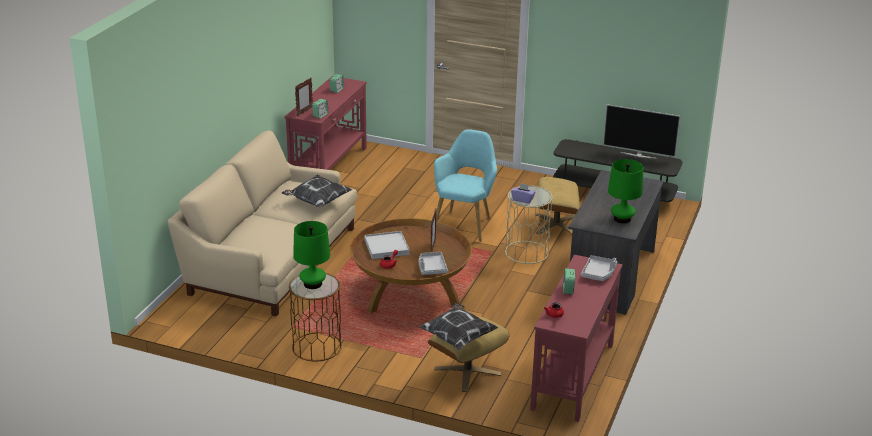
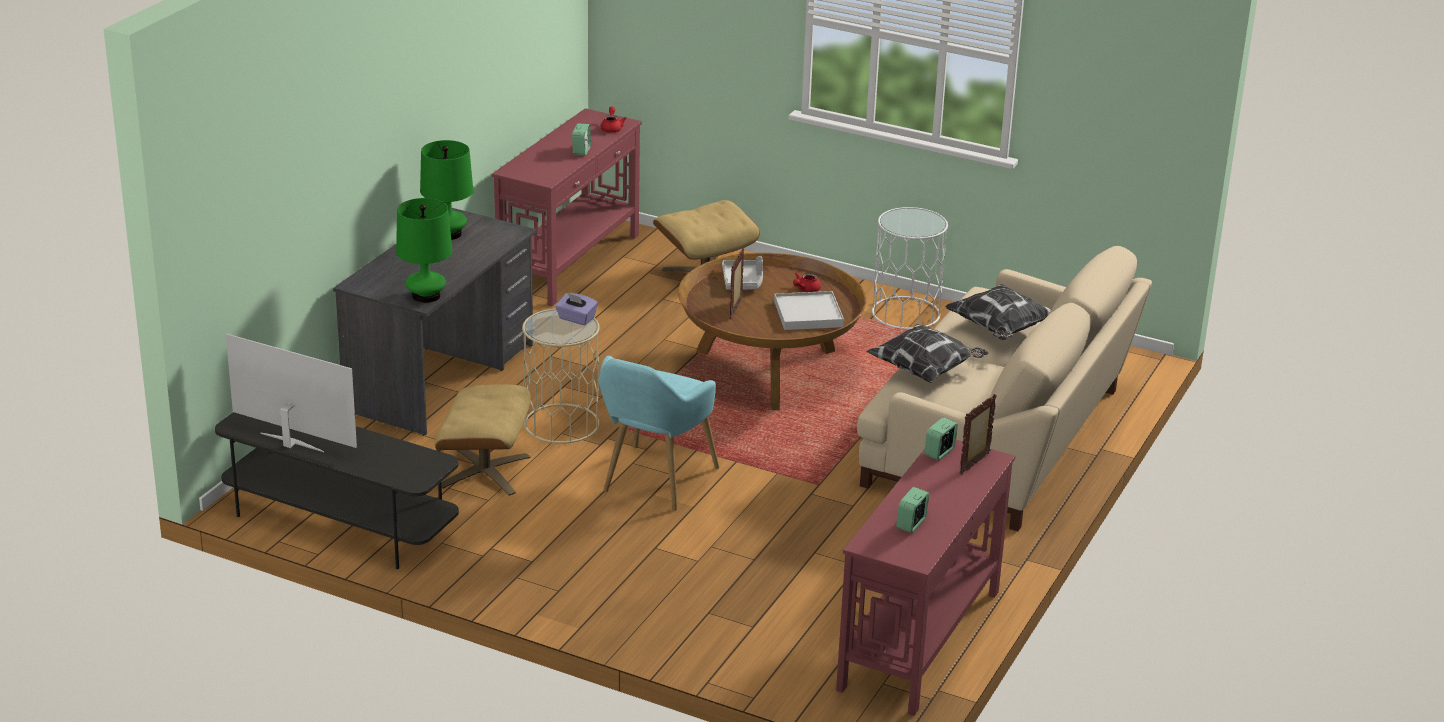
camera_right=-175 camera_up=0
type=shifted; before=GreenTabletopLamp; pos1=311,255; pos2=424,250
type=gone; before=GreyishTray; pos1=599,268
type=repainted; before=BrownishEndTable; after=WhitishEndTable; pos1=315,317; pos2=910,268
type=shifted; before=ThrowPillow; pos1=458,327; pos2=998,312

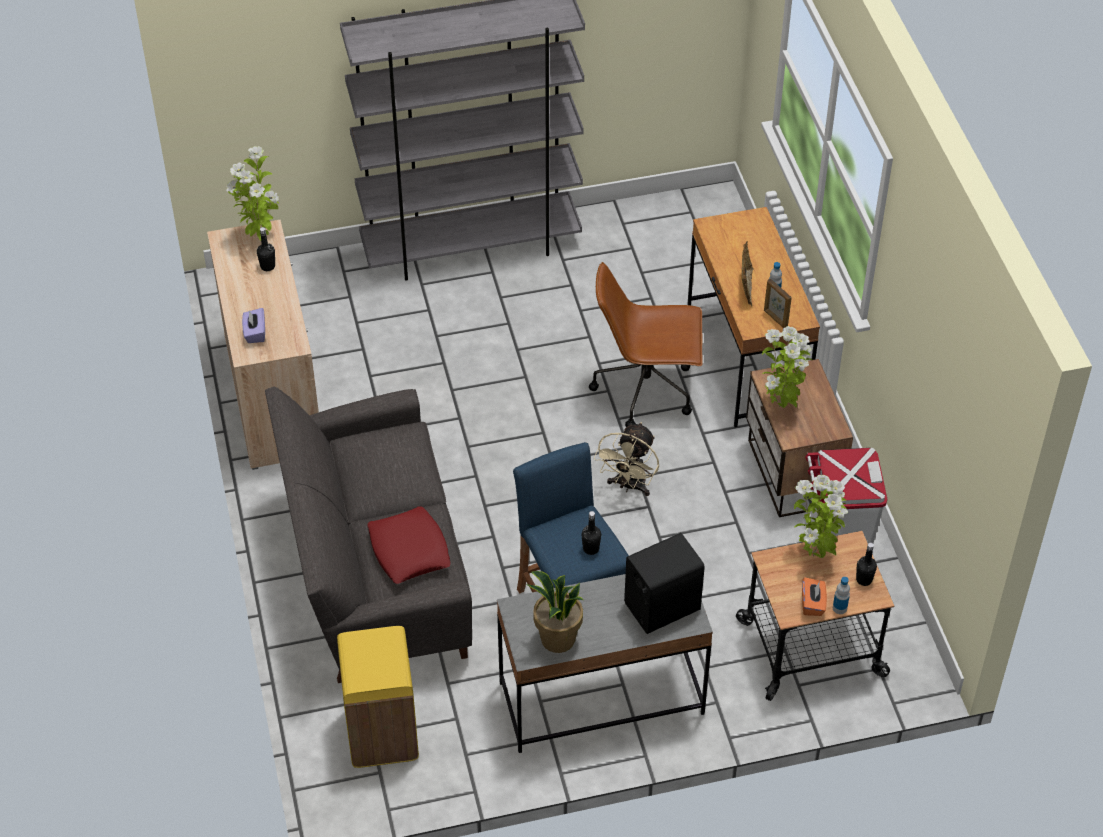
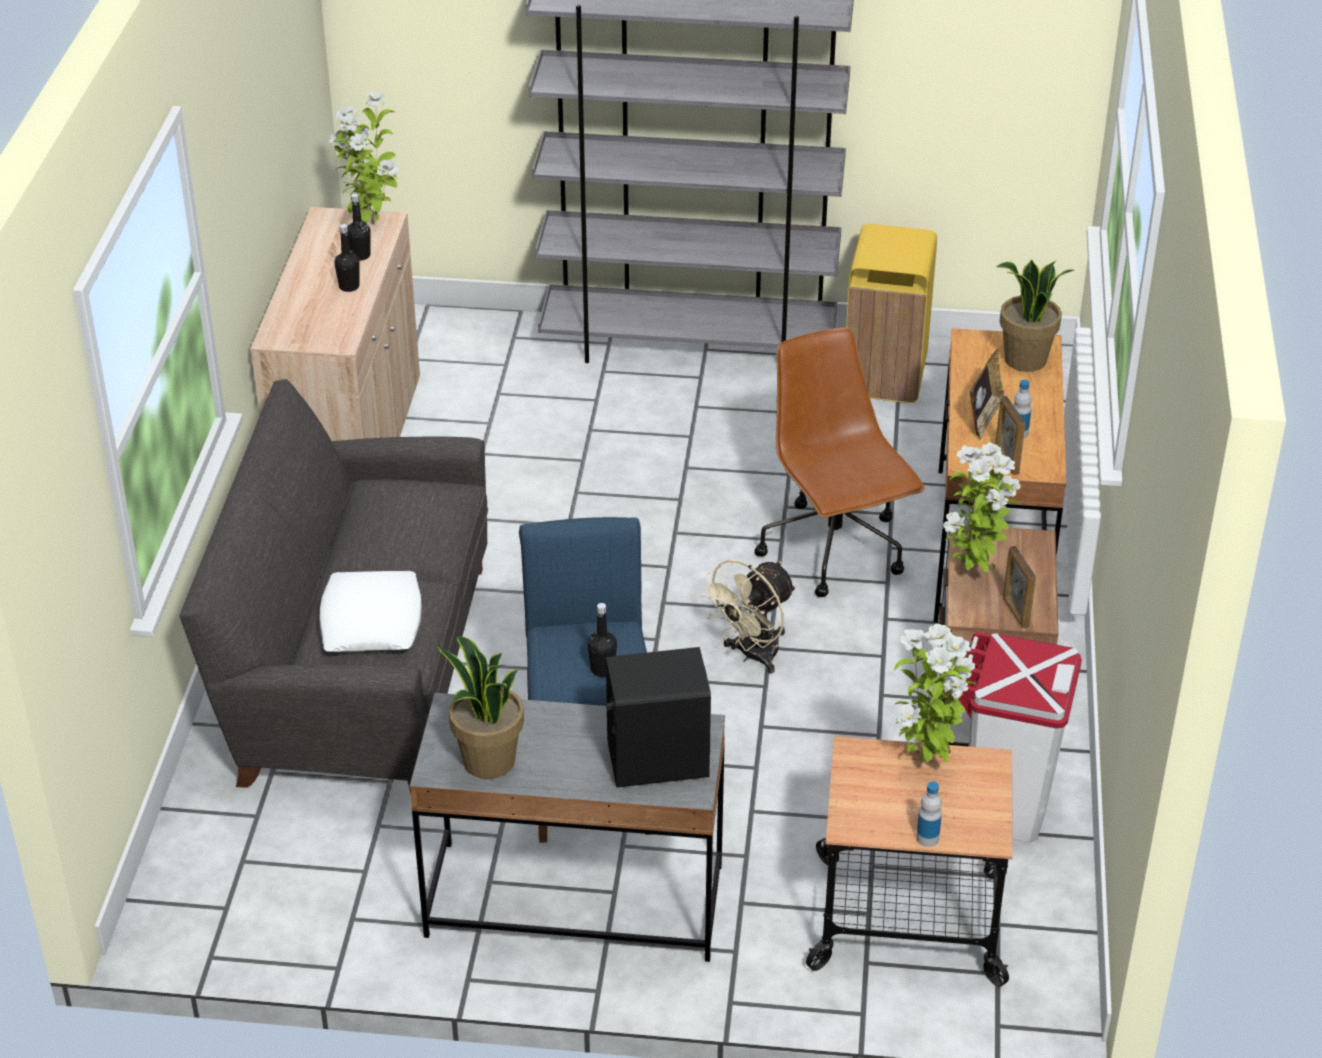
camera_right=20 camera_up=-10
type=rotated; before=BrownishOfficeChair; pos1=646,344; pos2=839,462; turn=45
type=gone; before=PurpleTissueHolder; pos1=253,325
type=repainted; before=RedColouredThrowPillow; after=WhitishThrowPillow; pos1=409,545; pos2=370,611
type=shifted; before=BlackBeverageBottle; pos1=866,564; pos2=346,258
type=gone; before=OrangeyTissueHolder; pos1=814,596
type=shifted; before=YellowColouredTrashCan; pos1=378,697; pos2=891,313
type=new; after=Houseplant; pos2=1035,316
type=new; after=PictureFrame; pos2=1019,587

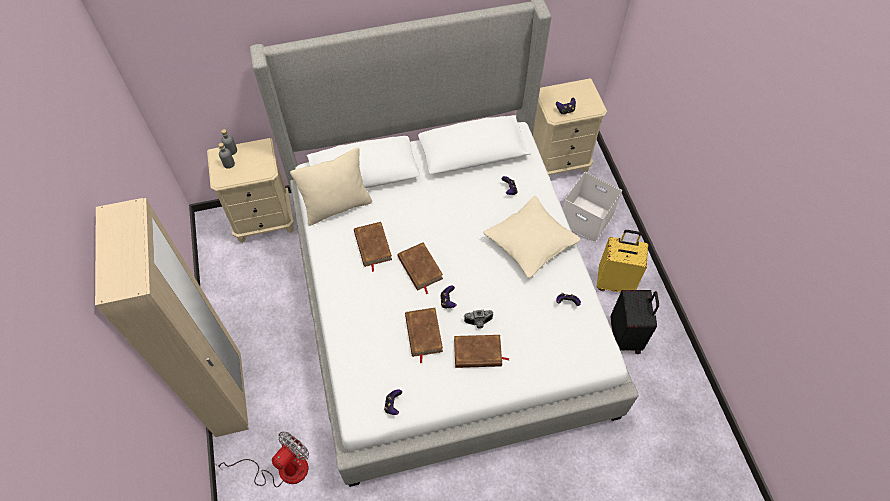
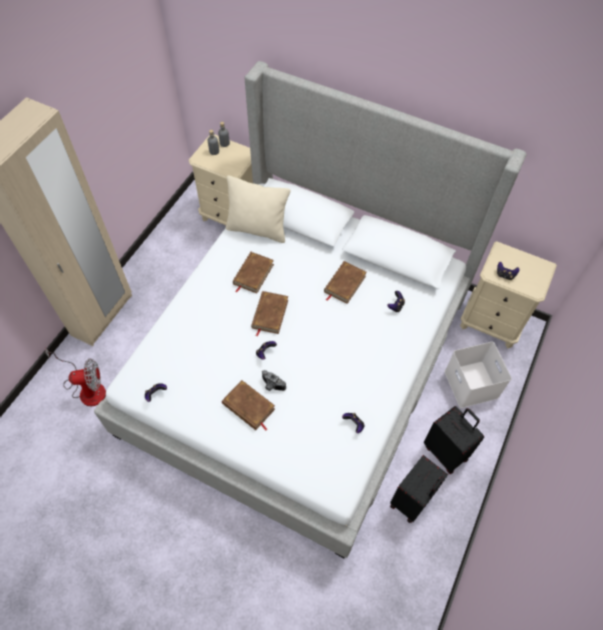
camera_right=40 camera_up=0
type=gone; before=BeigeColouredThrowPillow; pos1=532,237
type=repainted; before=YellowColouredTravelCase; after=BlackTravelCase; pos1=622,261; pos2=454,440
type=shifted; before=BrownishBook; pos1=424,335; pos2=345,282

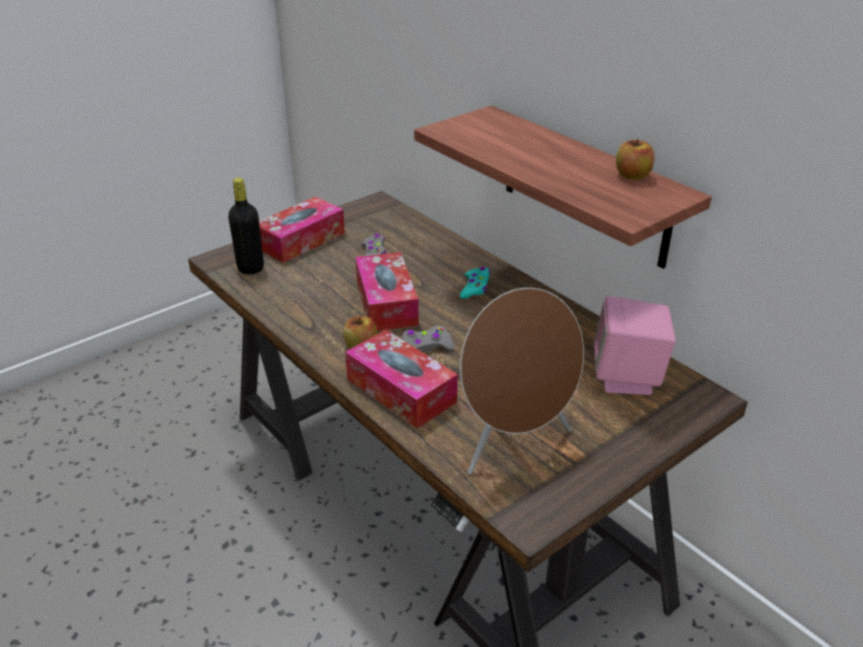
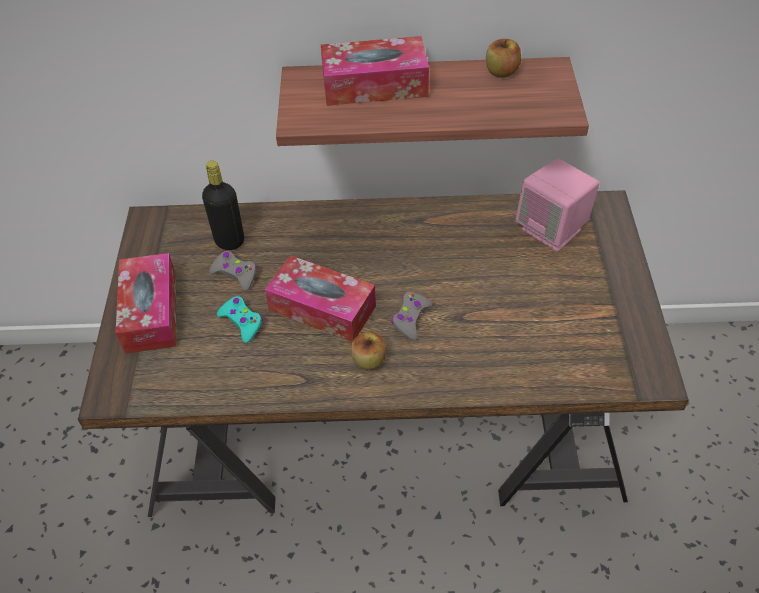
camera_right=-50 camera_up=15
type=shifted; before=BlackBeverageBottle; pos1=246,226; pos2=223,205
type=shifted; before=BlueGreenGamepad; pos1=475,283; pos2=240,319
type=gone; before=BrownishAudioSpeaker; pos1=522,381
type=shifted; before=TissueHolder; pos1=401,379; pos2=375,71

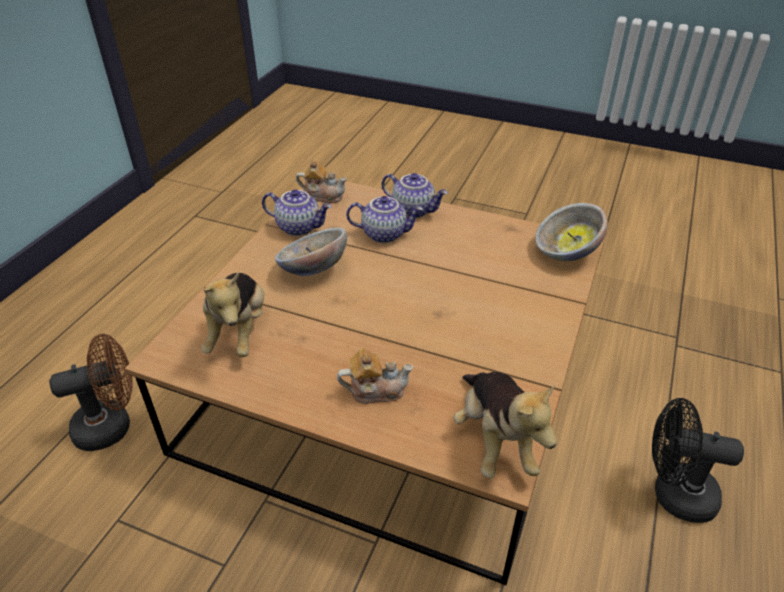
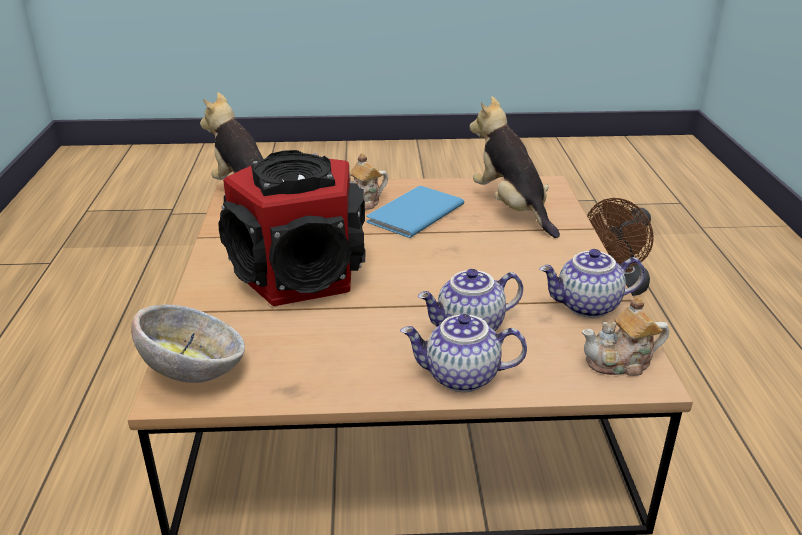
camera_right=155 camera_up=-10
type=gone; before=ServingBowl; pos1=311,251
type=gone; before=BlackCoolingFan; pos1=698,460
type=new; after=AudioSpeaker; pos2=291,228
type=new; after=BlueBook; pos2=415,212

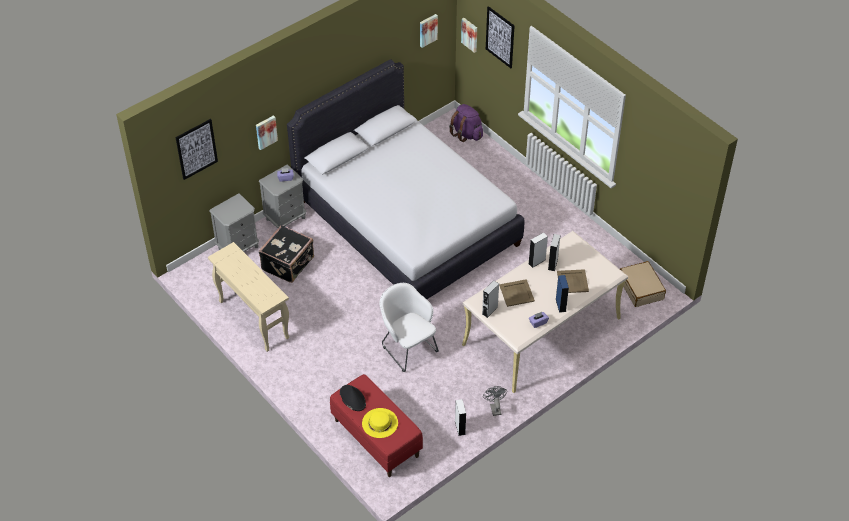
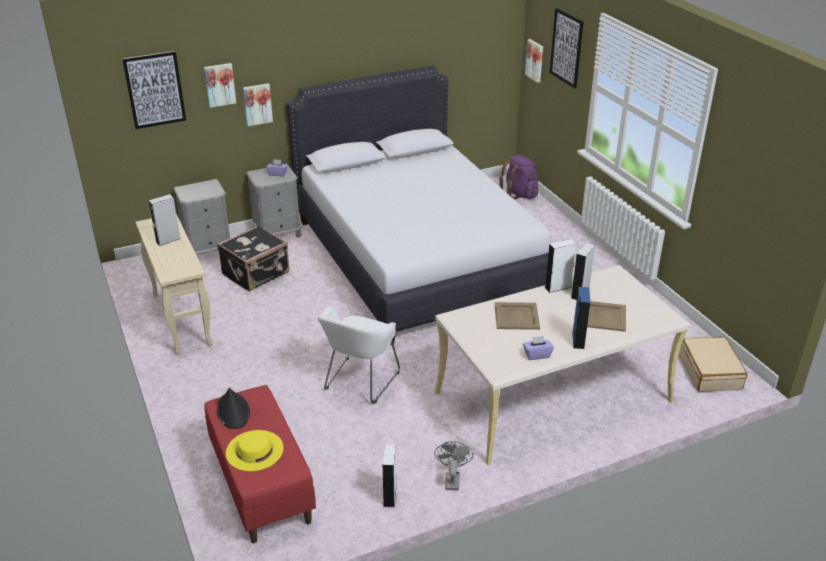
camera_right=15 camera_up=-15
type=shifted; before=WallPicture; pos1=429,31; pos2=220,85
type=shifted; before=GreyishAudioSpeaker; pos1=490,299; pos2=165,220
type=rotated; before=WhitishArmchair; pos1=409,327; pos2=358,355; turn=-135

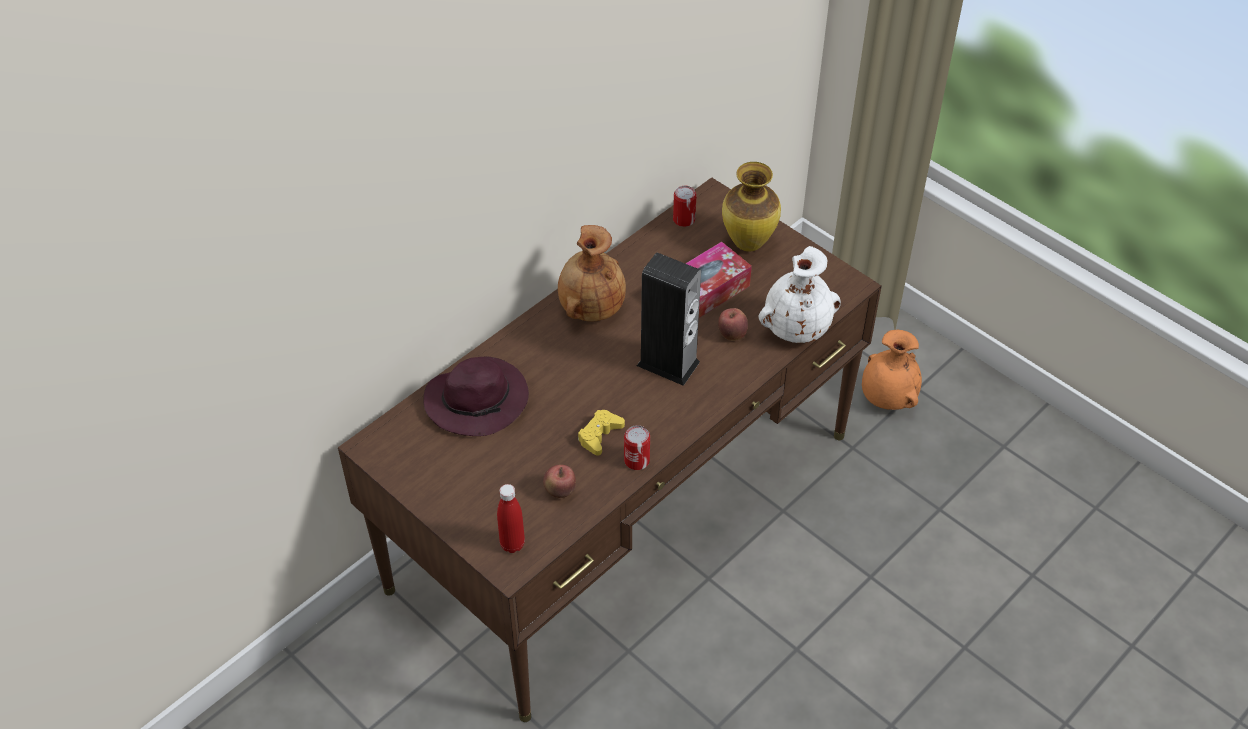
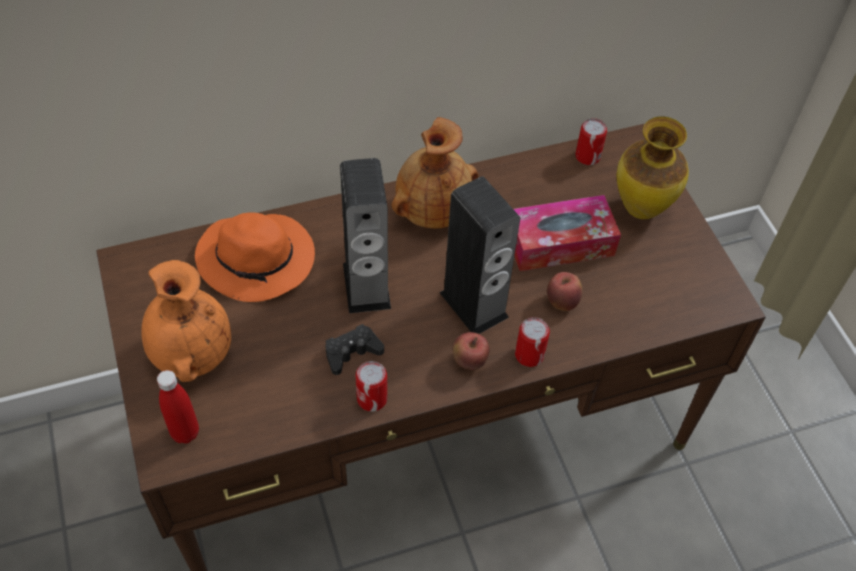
camera_right=25 camera_up=5
type=gone; before=WhitishFlowerVase; pos1=799,294
type=shifted; before=OrangeyFlowerVase; pos1=892,370; pos2=186,321
type=repainted; before=PurpleWearableHat; after=OrangeyWearableHat; pos1=476,396; pos2=255,257
type=repainted; before=YellowColouredGamepad; after=BlackGamepad; pos1=601,433; pos2=355,349
type=shifted; before=WholeApple; pos1=559,481; pos2=471,351
type=new; after=AudioSpeaker; pos2=365,235
type=new; after=Can; pos2=532,342

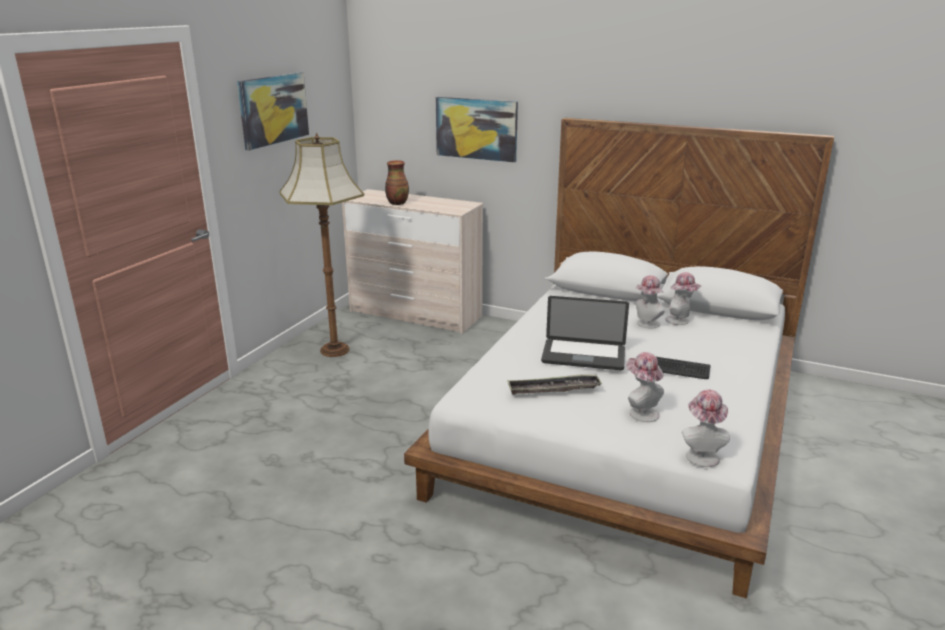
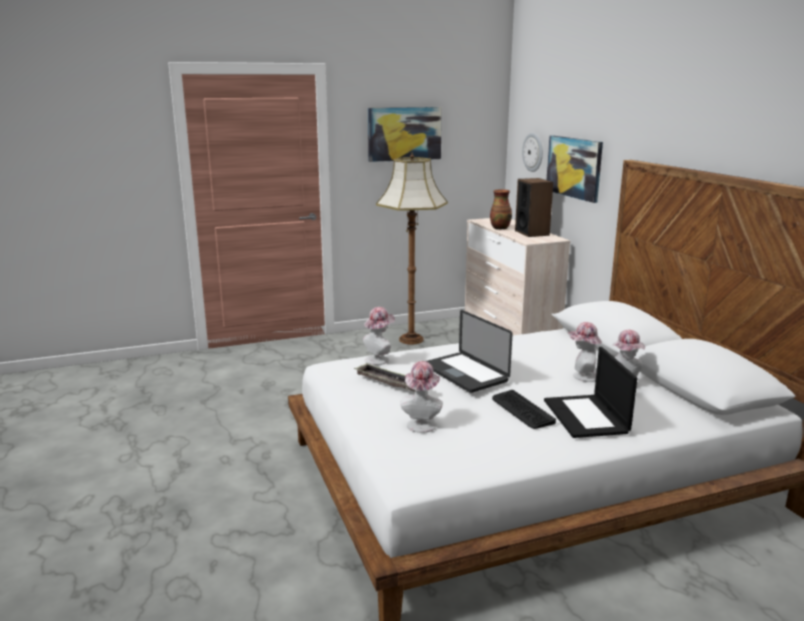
camera_right=45 camera_up=-5
type=shifted; before=WearableHat; pos1=706,428; pos2=379,336
type=new; after=ClockOnTheWall; pos2=532,152
type=new; after=AudioSpeaker; pos2=534,207
type=new; after=NotebookComputer; pos2=590,392

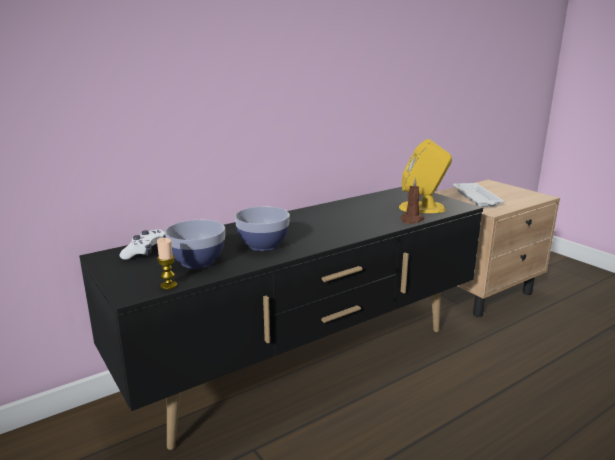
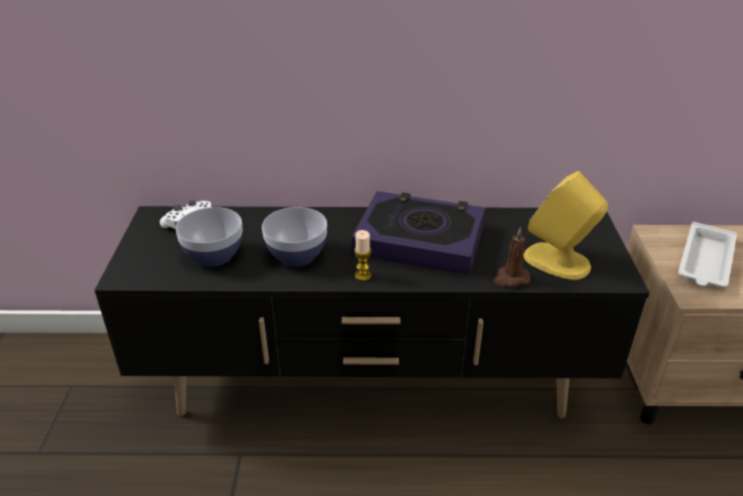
camera_right=35 camera_up=15
type=shifted; before=WaxLight; pos1=167,263; pos2=363,255
type=new; after=Book; pos2=418,233

